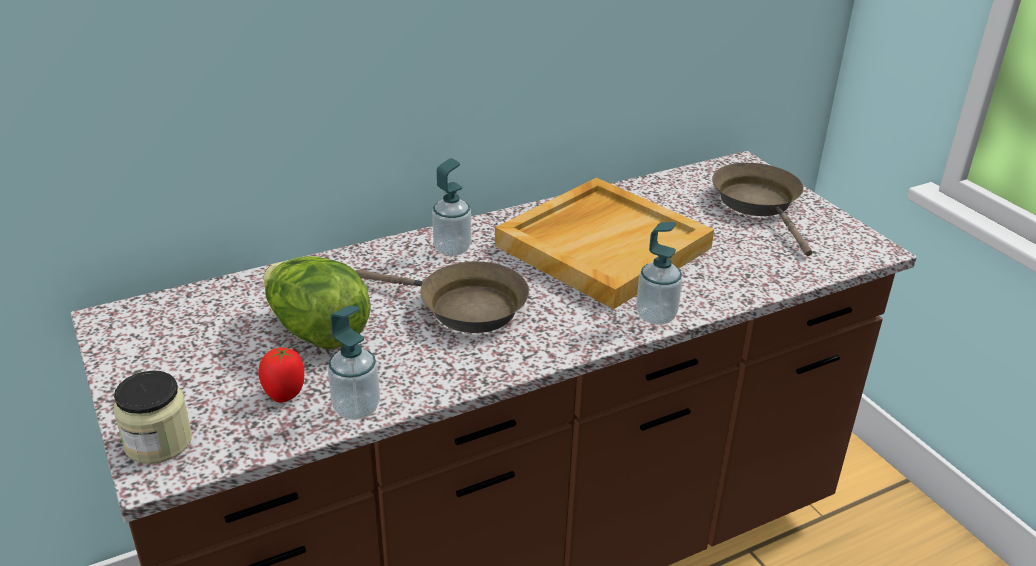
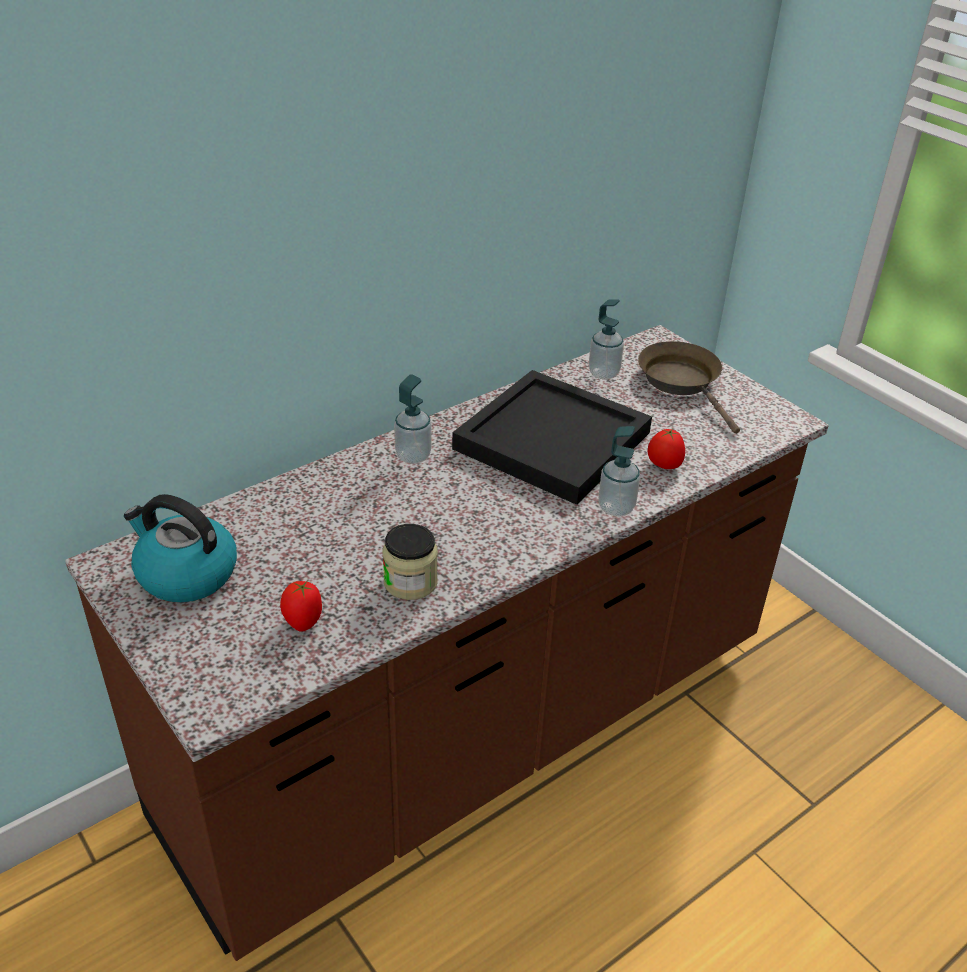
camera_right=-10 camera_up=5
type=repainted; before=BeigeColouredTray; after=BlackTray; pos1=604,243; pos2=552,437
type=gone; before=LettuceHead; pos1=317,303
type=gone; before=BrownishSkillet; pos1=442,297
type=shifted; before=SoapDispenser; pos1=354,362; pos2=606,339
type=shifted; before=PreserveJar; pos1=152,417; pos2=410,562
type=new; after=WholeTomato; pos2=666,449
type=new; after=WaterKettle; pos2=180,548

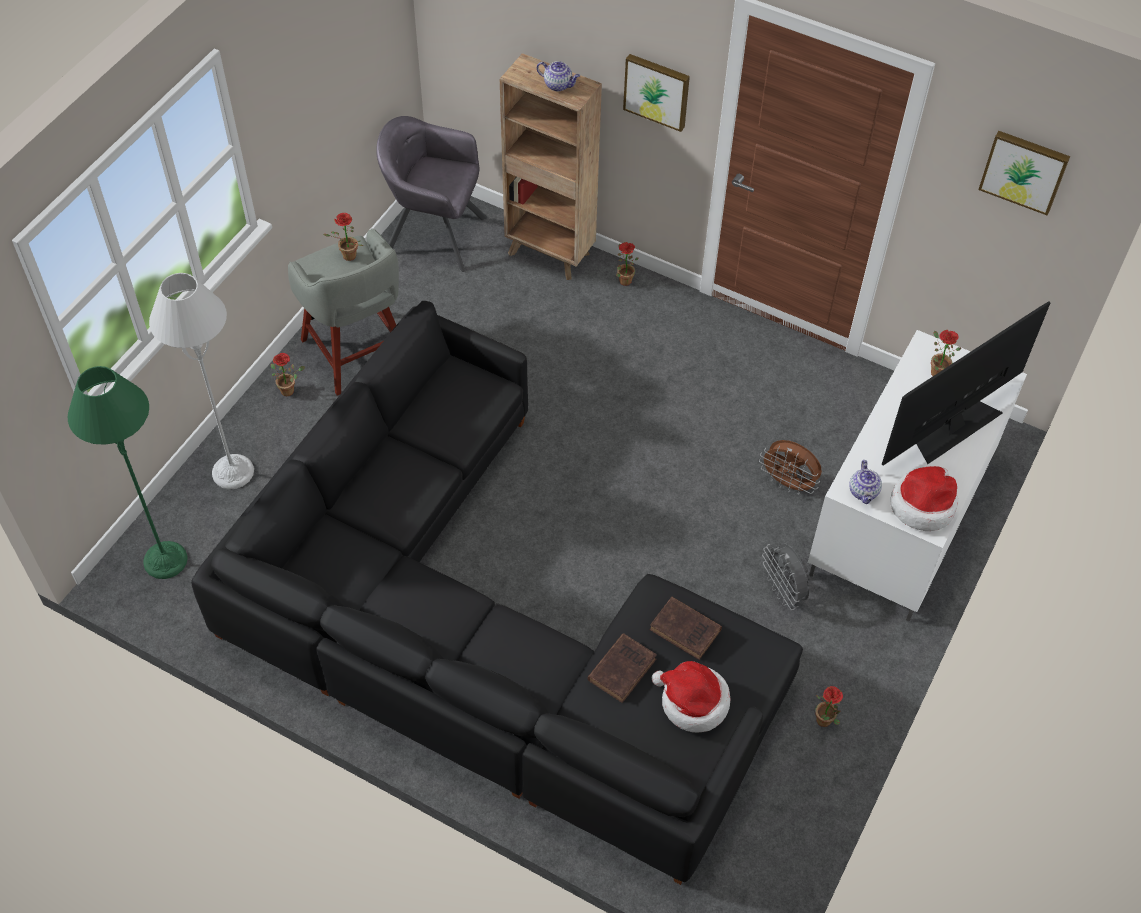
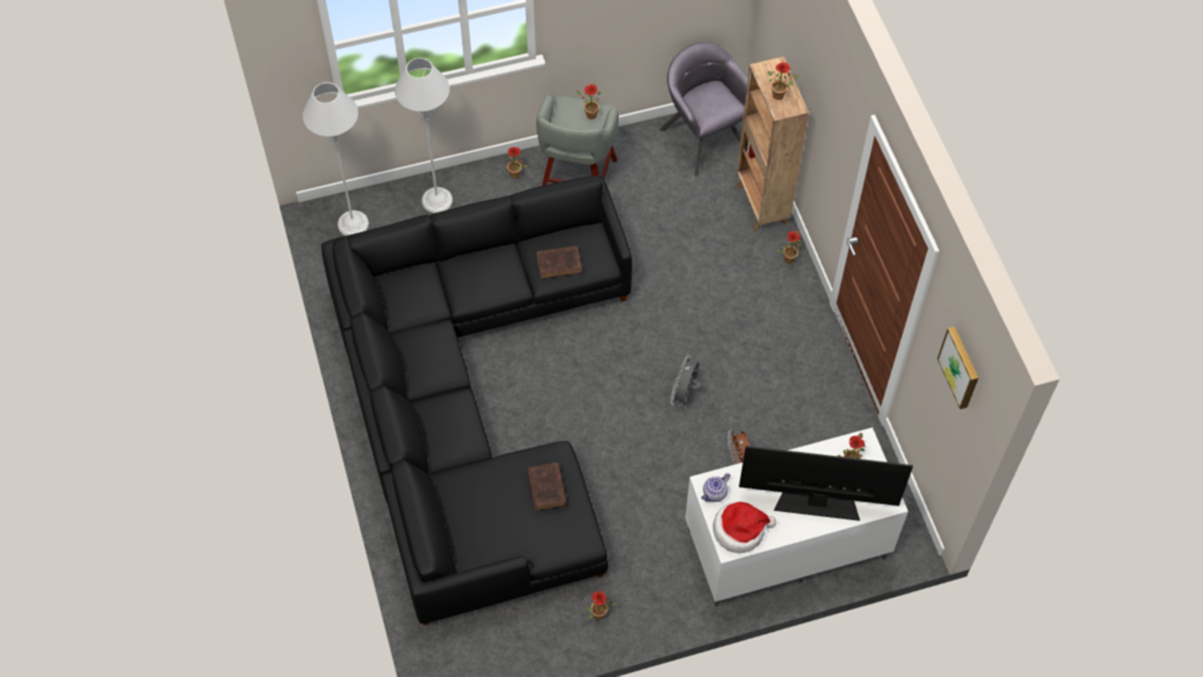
camera_right=45 camera_up=5
type=gone; before=WallPicture; pos1=656,93
type=swapped; before=Teapot; after=Houseplant; pos1=558,76; pos2=784,81
type=repainted; before=GreenStandingLamp; after=GreyishStandingLamp; pos1=128,472; pos2=336,159
type=shifted; before=GreyishCoolingFan; pos1=785,576; pos2=686,380
type=shifted; before=BrownishBook; pos1=622,668; pos2=559,262
type=gone; before=WearableHat; pos1=691,696

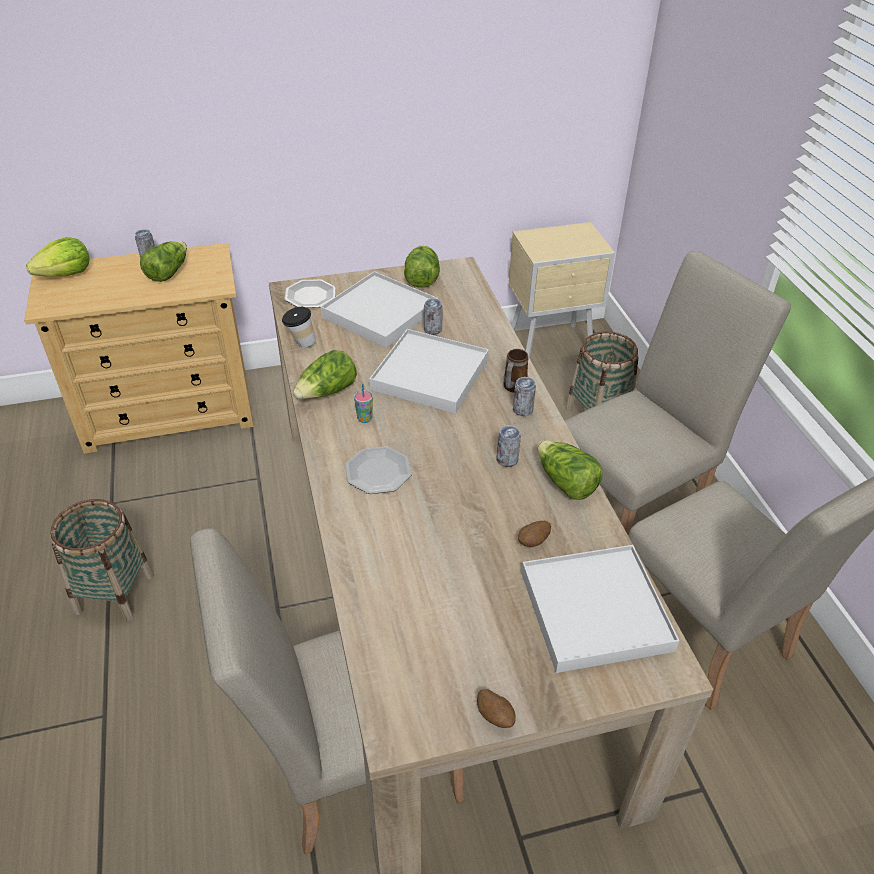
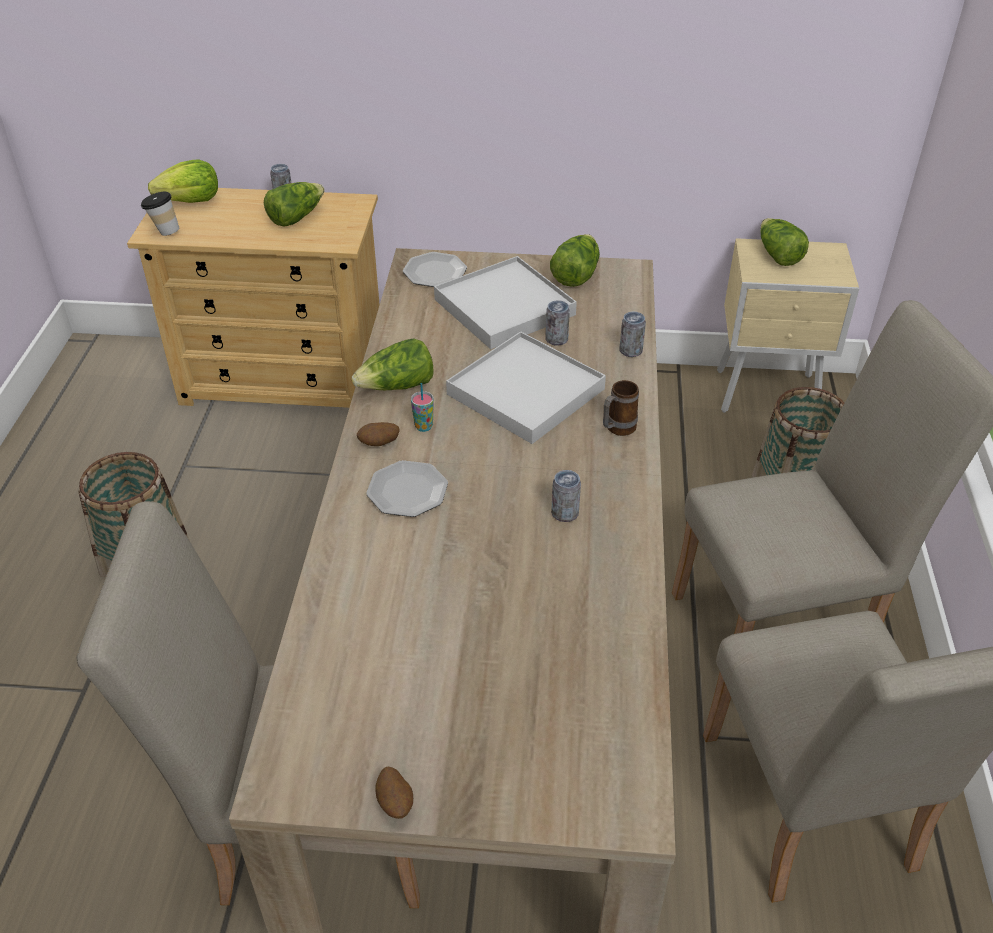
camera_right=20 camera_up=0
type=shifted; before=Cup; pos1=299,327; pos2=160,214
type=shifted; before=Can; pos1=524,396; pos2=632,334
type=shifted; before=LettuceHead; pos1=570,470; pos2=784,242
type=shifted; before=Potato; pos1=534,534; pos2=378,434
type=gone; before=WhitishTray; pos1=600,609

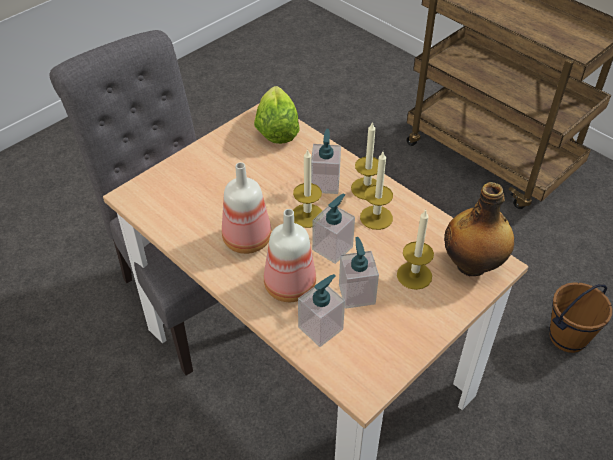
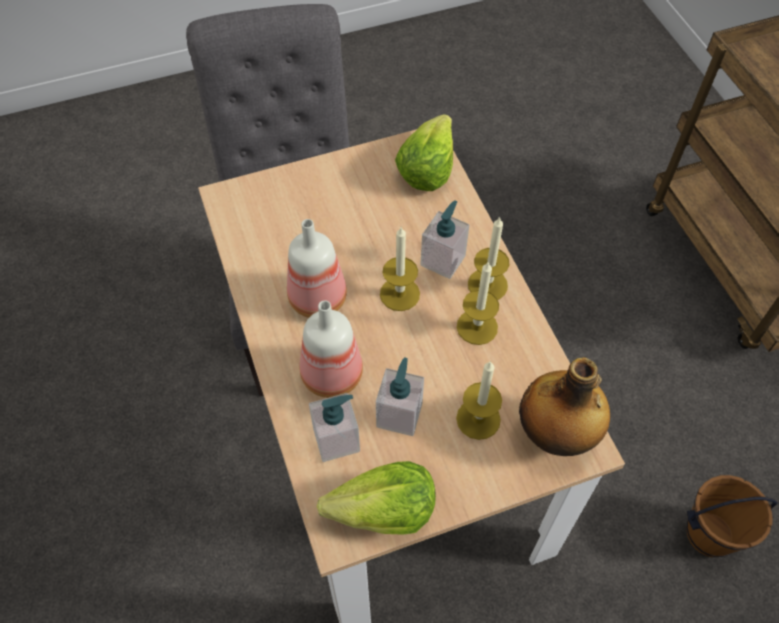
camera_right=25 camera_up=10
type=gone; before=SoapDispenser; pos1=333,229
type=new; after=LettuceHead; pos2=376,498

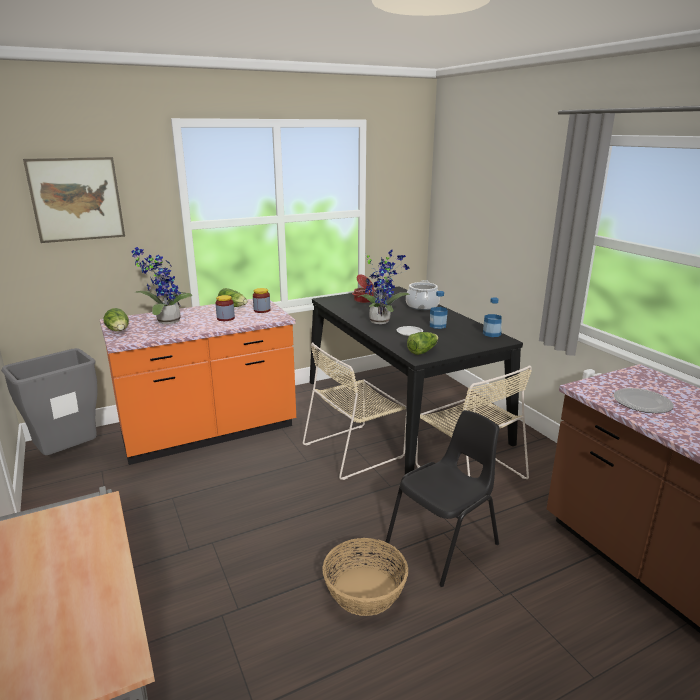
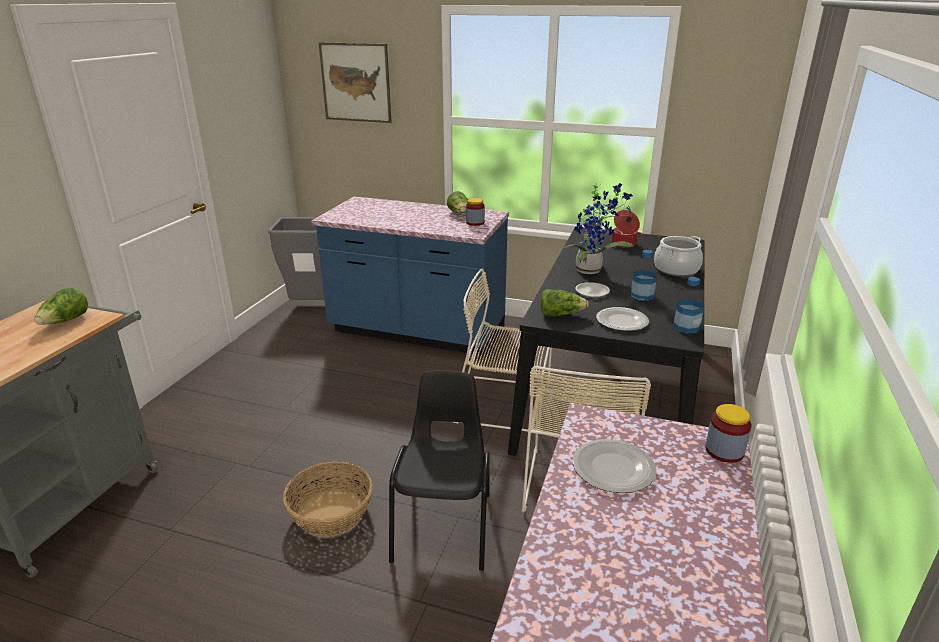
camera_right=45 camera_up=5
type=gone; before=Houseplant; pos1=161,285
type=shifted; before=PreserveJar; pos1=225,308; pos2=728,433
type=repainted; before=OrangeyKitchenBaseUnit; after=BlueKitchenBaseUnit; pos1=198,382; pos2=410,276
type=shifted; before=LettuceHead; pos1=116,319; pos2=61,306
type=rotated; before=BlackPlainChair; pos1=443,498; pos2=439,470; turn=-90
type=new; after=Plate; pos2=622,319

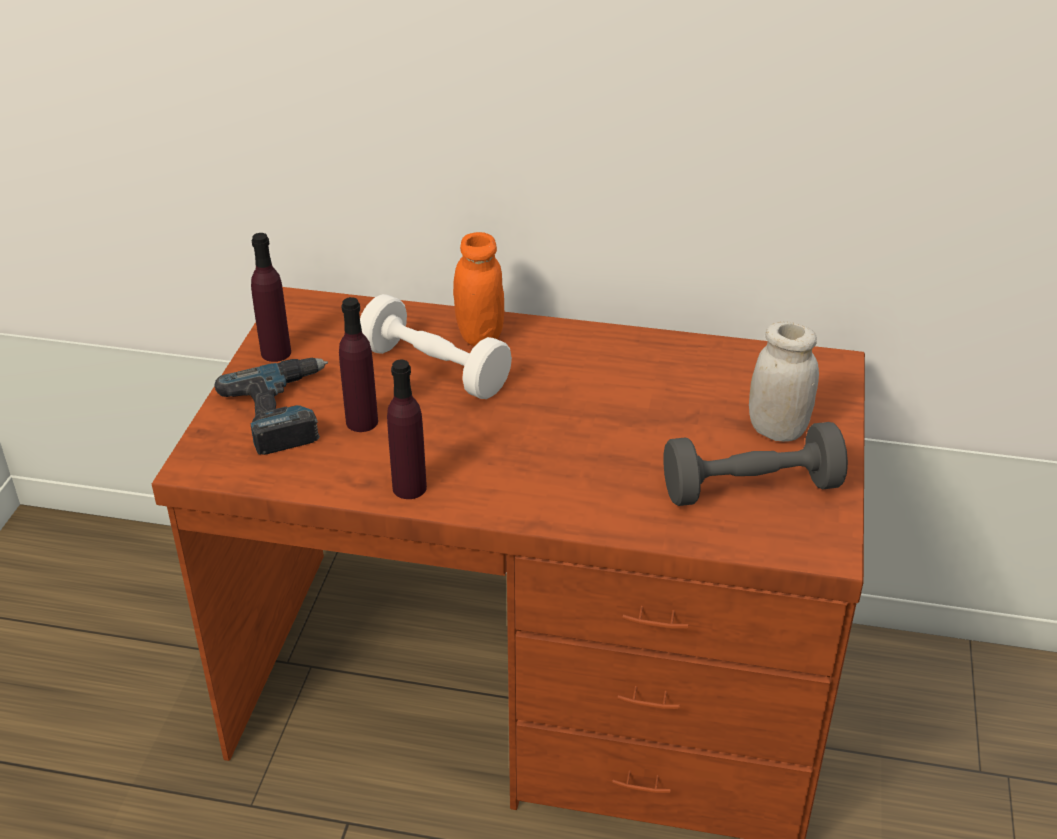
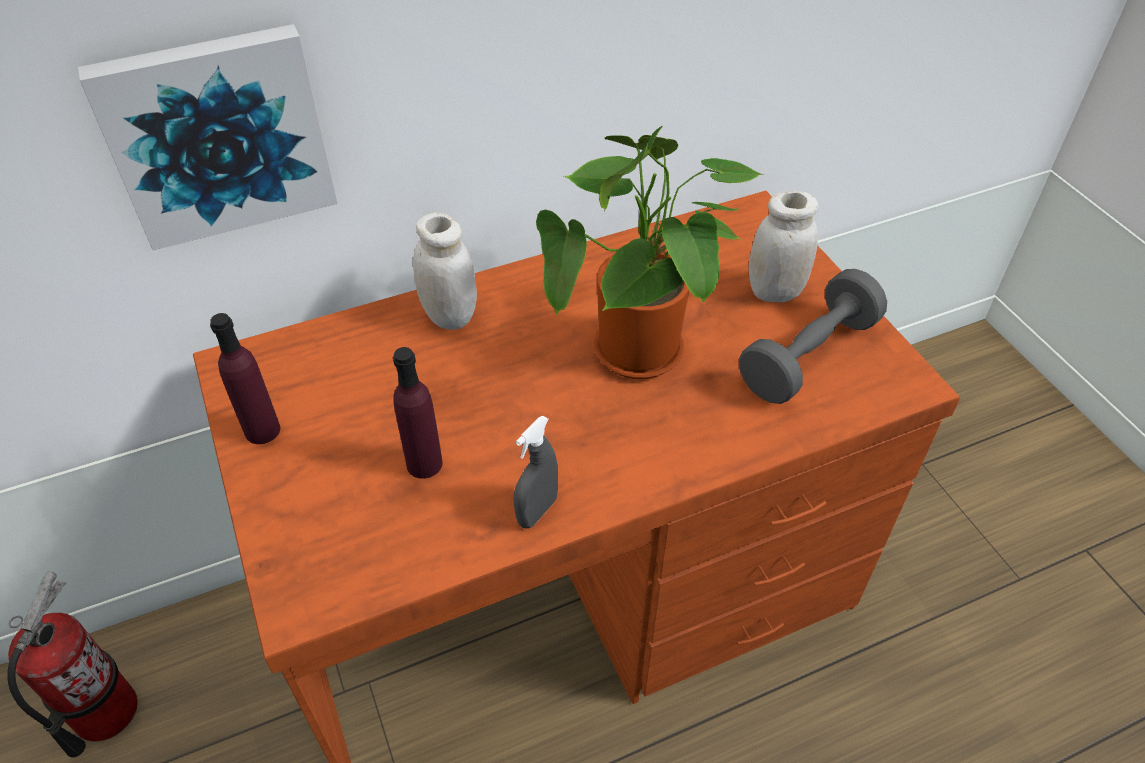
camera_right=-35 camera_up=10
type=repainted; before=OrangeyPreserveJar; after=WhitishPreserveJar; pos1=478,289; pos2=445,271
type=gone; before=WhitishDumbbell; pos1=436,346
type=gone; before=PowerDrill; pos1=271,406
type=swapped; before=PurpleBeverageBottle; after=GreyishSprayBottle; pos1=407,429; pos2=536,472
type=new; after=WallPicture; pos2=208,137
type=new; after=Houseplant; pos2=650,252
type=new; after=FireFightingCylinder; pos2=72,664

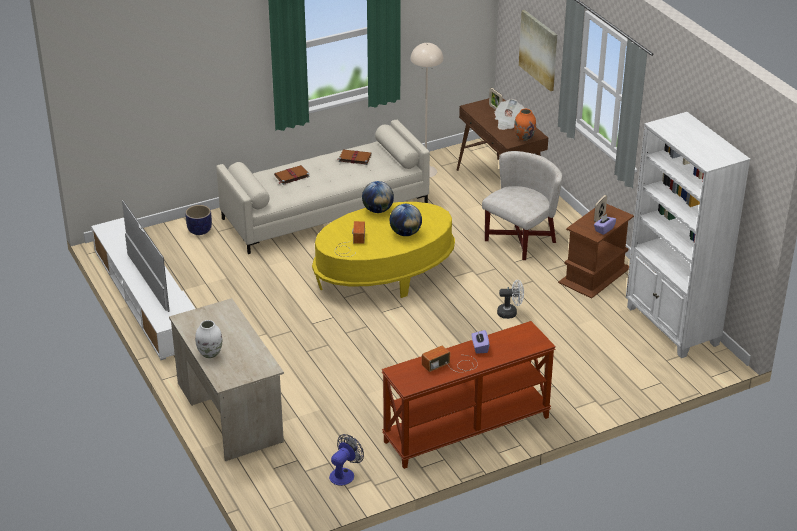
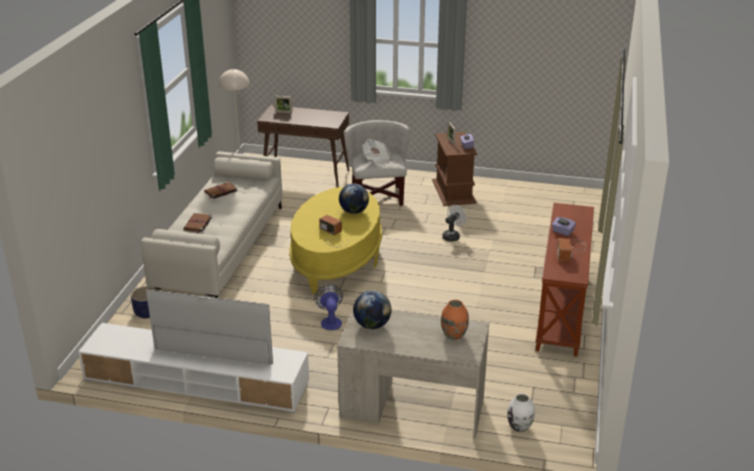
camera_right=-50 camera_up=-5
type=gone; before=WallPicture; pos1=538,50
type=shifted; before=PrintedPaper; pos1=509,114; pos2=376,152
type=shifted; before=OrangeyFlowerVase; pos1=525,125; pos2=455,320
type=gone; before=WhitishBookcase; pos1=688,235
type=shifted; before=Globe; pos1=378,197; pos2=372,310
type=shifted; before=WhitishFlowerVase; pos1=208,339; pos2=521,412
type=shifted; before=CoolingFan; pos1=346,460; pos2=328,307

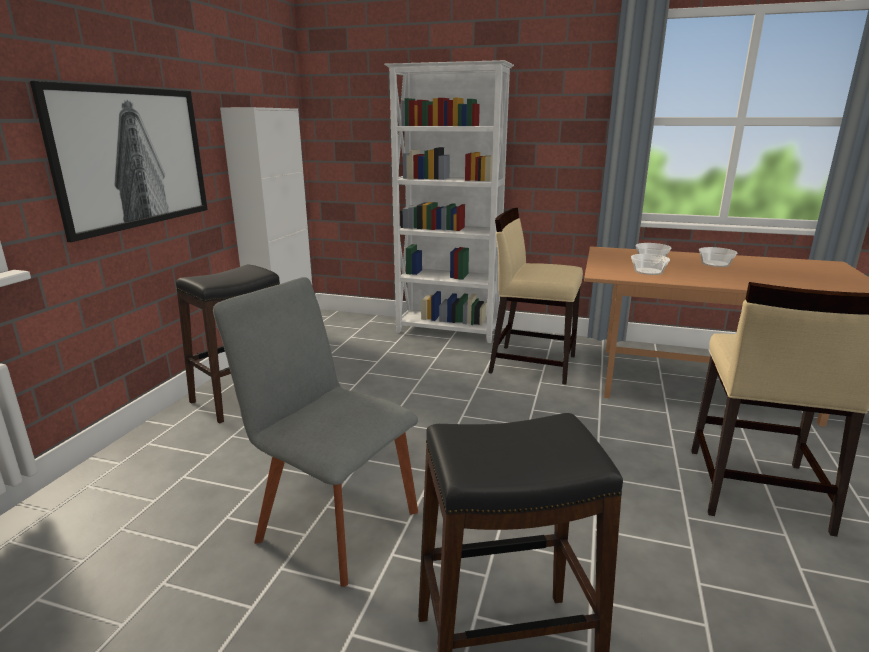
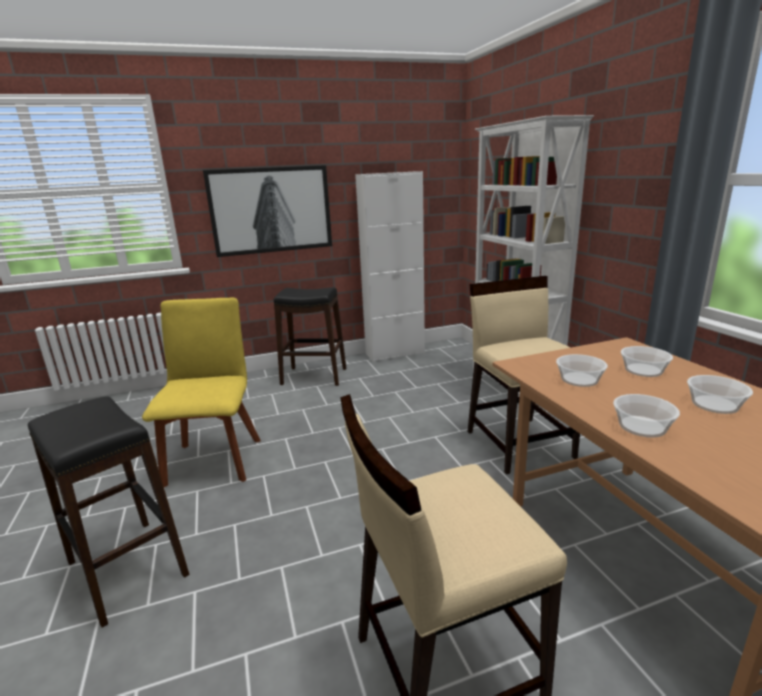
camera_right=55 camera_up=0
type=repainted; before=GreyishPlainChair; after=YellowColouredPlainChair; pos1=315,432; pos2=201,392
type=new; after=ServingBowl; pos2=646,416

